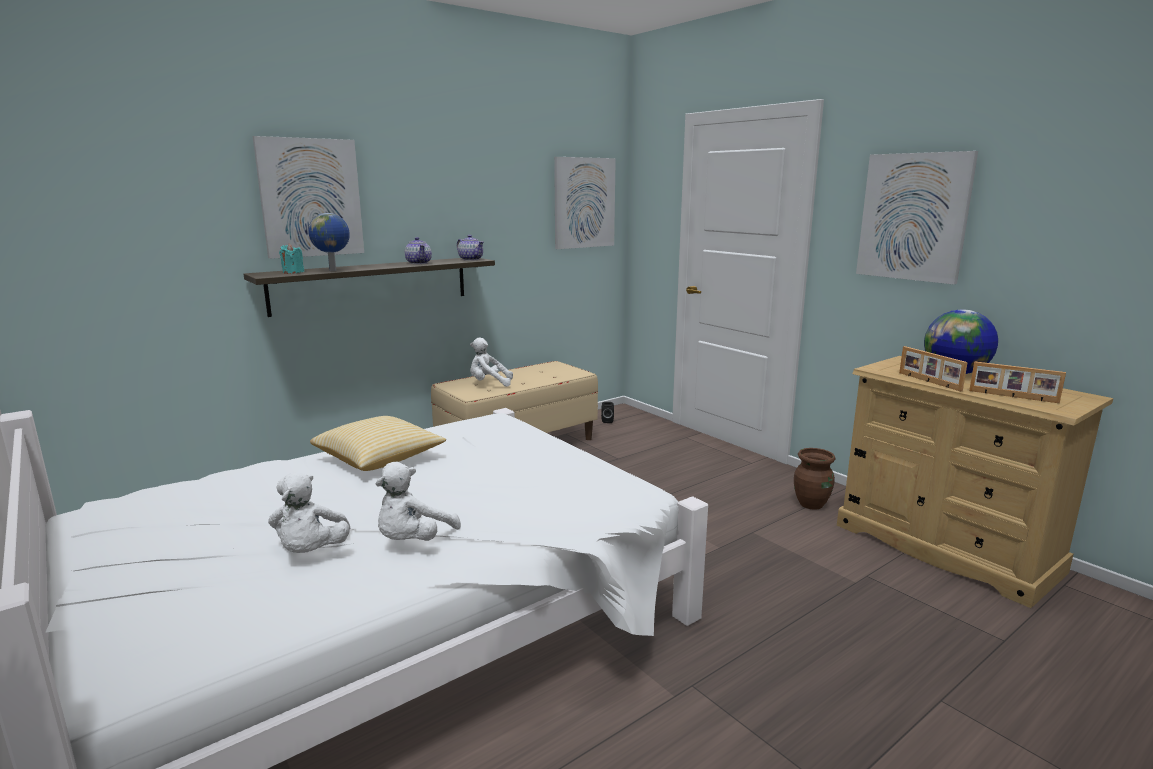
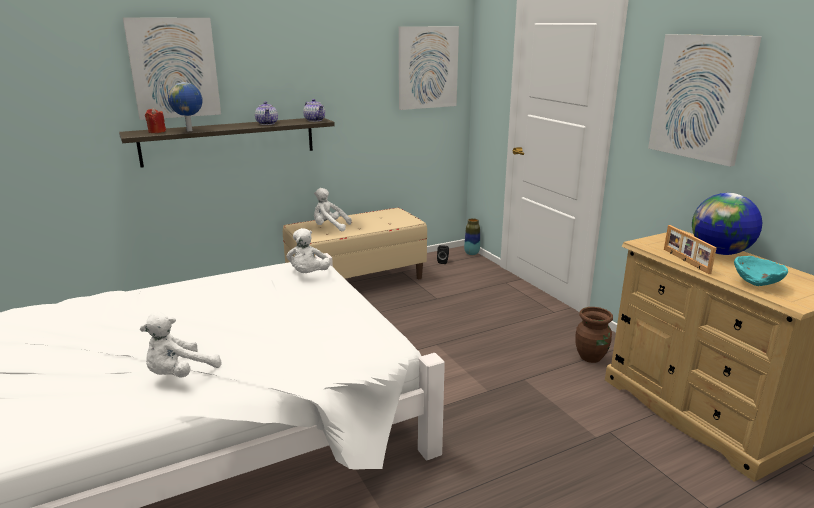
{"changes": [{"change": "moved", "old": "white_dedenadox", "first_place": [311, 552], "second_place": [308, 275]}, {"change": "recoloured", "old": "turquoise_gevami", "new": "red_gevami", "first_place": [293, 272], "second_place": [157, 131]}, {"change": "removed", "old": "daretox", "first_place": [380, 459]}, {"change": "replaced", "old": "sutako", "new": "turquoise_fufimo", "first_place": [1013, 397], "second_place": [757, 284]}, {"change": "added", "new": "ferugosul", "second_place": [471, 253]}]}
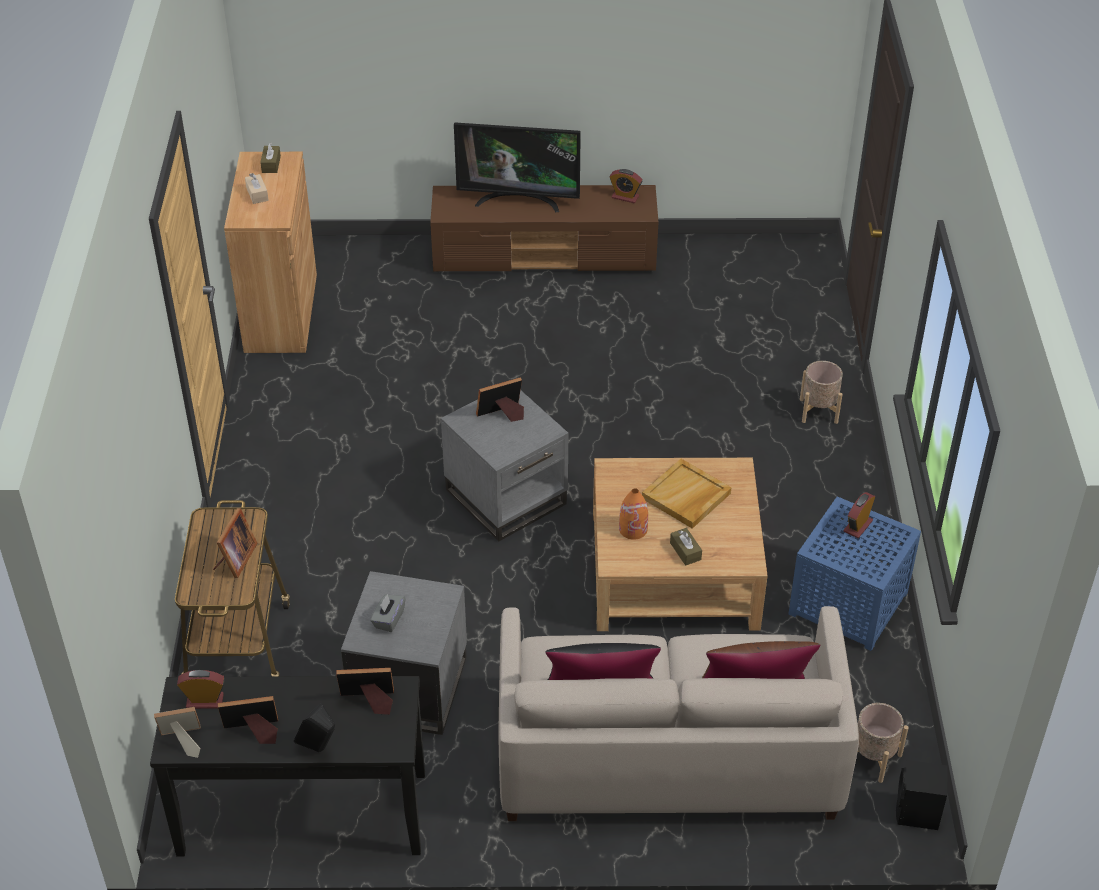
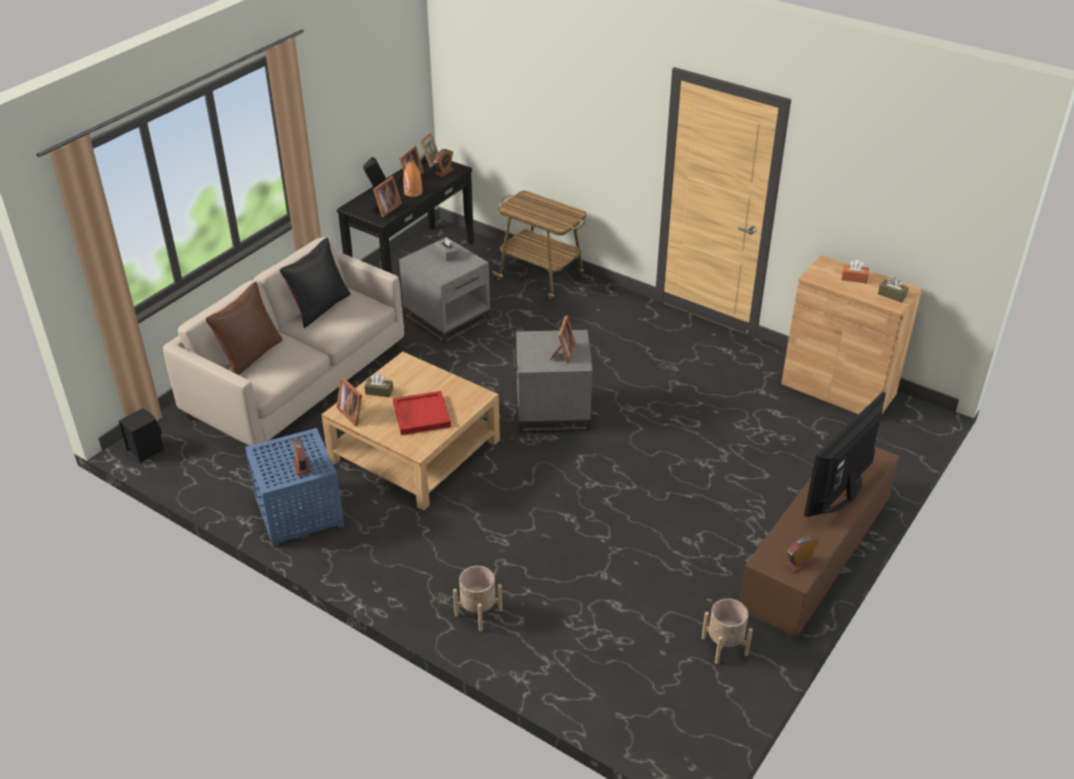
{"changes": [{"change": "moved", "old": "sutako", "first_place": [235, 560], "second_place": [352, 413]}, {"change": "recoloured", "old": "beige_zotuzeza", "new": "orange_zotuzeza", "first_place": [257, 194], "second_place": [854, 278]}, {"change": "moved", "old": "orange_ferugosul", "first_place": [633, 529], "second_place": [413, 192]}, {"change": "recoloured", "old": "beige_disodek", "new": "red_disodek", "first_place": [686, 496], "second_place": [421, 415]}, {"change": "moved", "old": "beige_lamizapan", "first_place": [872, 758], "second_place": [725, 646]}]}
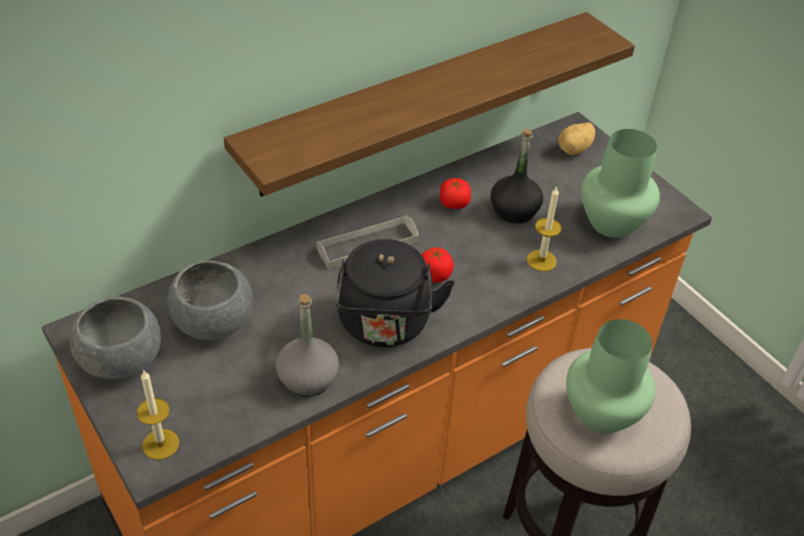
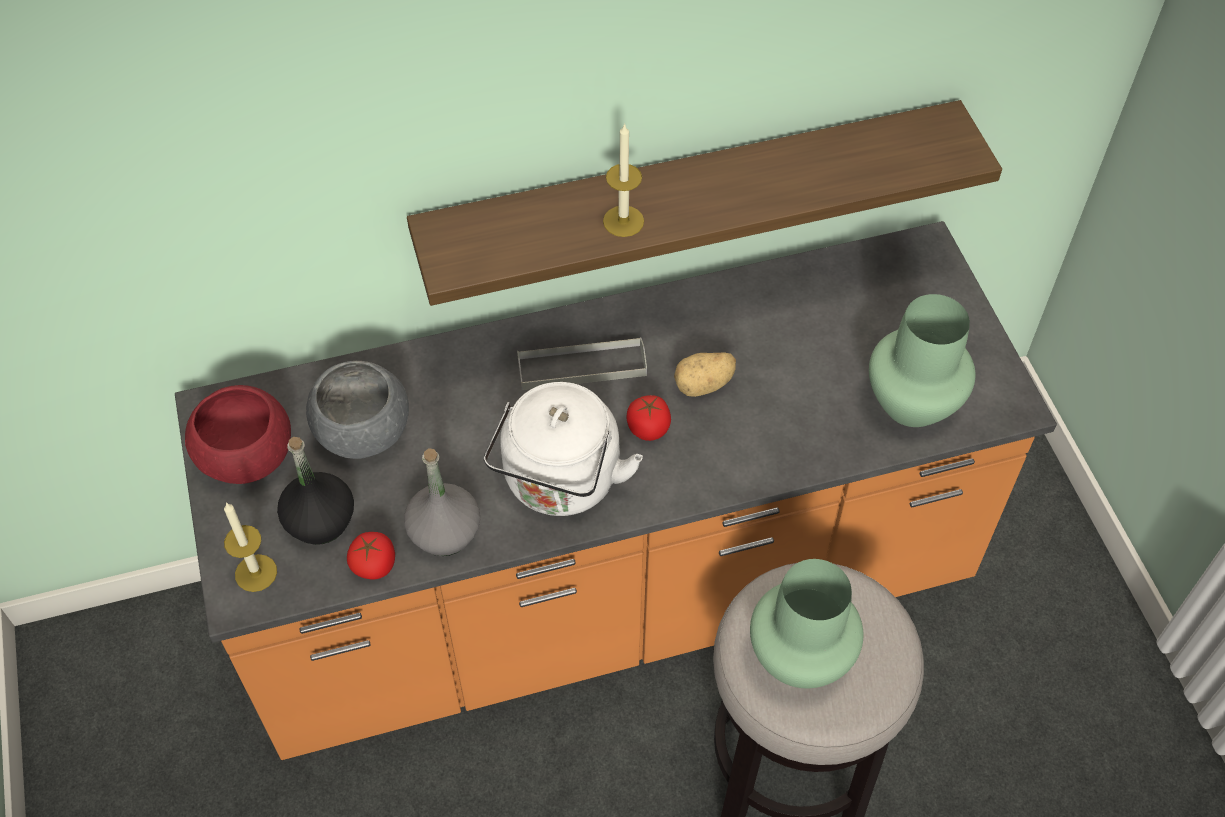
{"changes": [{"change": "recoloured", "old": "grey_fufimo", "new": "red_fufimo", "first_place": [121, 360], "second_place": [246, 457]}, {"change": "recoloured", "old": "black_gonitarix", "new": "white_gonitarix", "first_place": [385, 325], "second_place": [560, 484]}, {"change": "moved", "old": "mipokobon", "first_place": [454, 204], "second_place": [374, 565]}, {"change": "moved", "old": "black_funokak", "first_place": [514, 210], "second_place": [320, 520]}, {"change": "moved", "old": "gevami", "first_place": [541, 260], "second_place": [623, 221]}, {"change": "moved", "old": "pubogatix", "first_place": [575, 149], "second_place": [704, 385]}]}
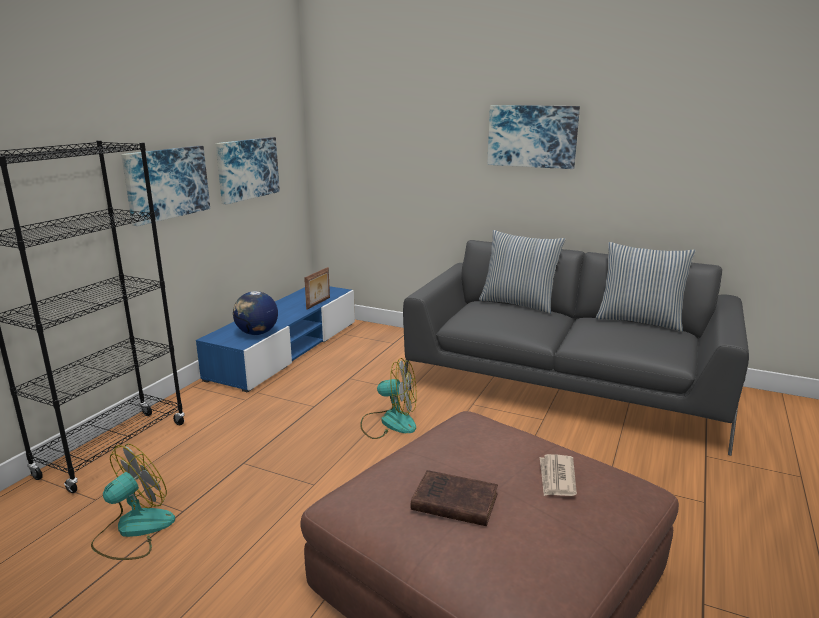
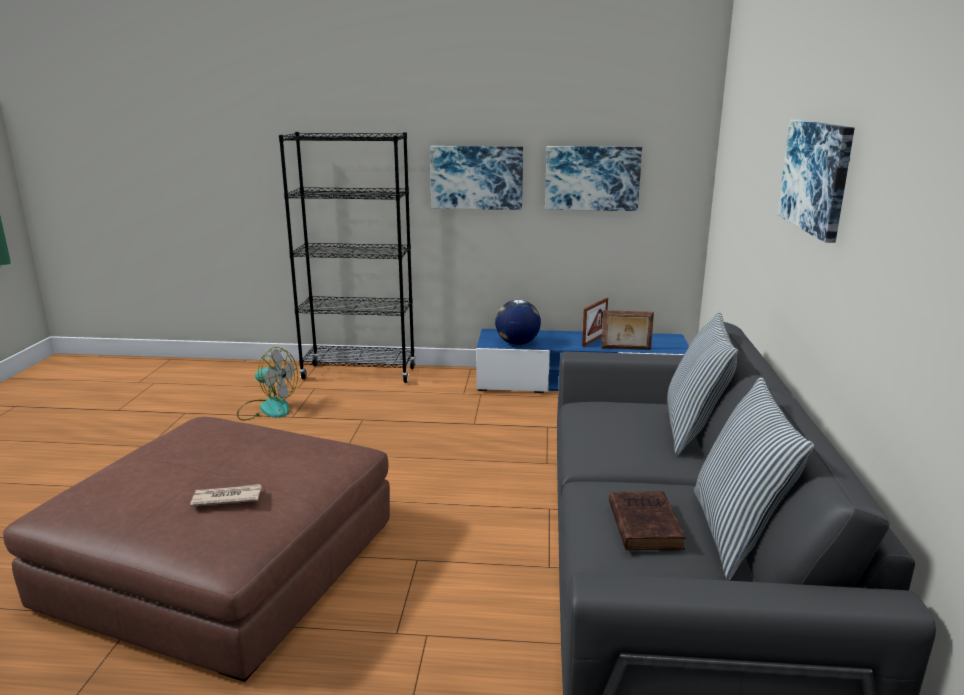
{"changes": [{"change": "removed", "old": "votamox", "first_place": [389, 422]}, {"change": "moved", "old": "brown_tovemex", "first_place": [452, 502], "second_place": [644, 524]}, {"change": "added", "new": "sutako", "second_place": [594, 340]}]}
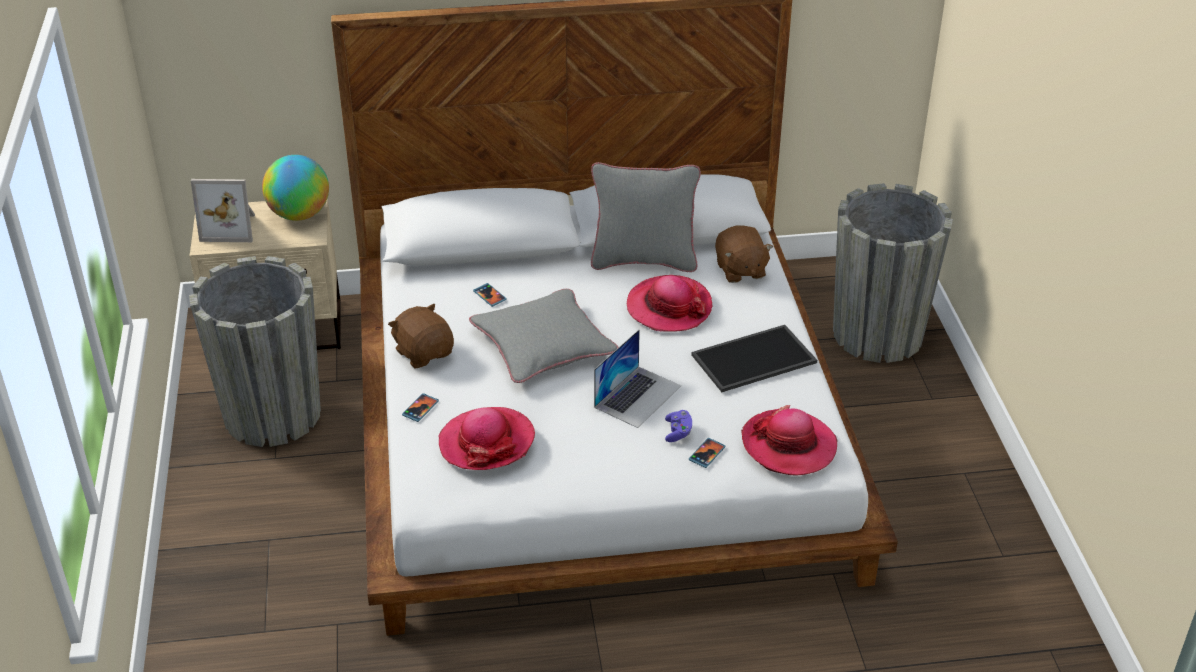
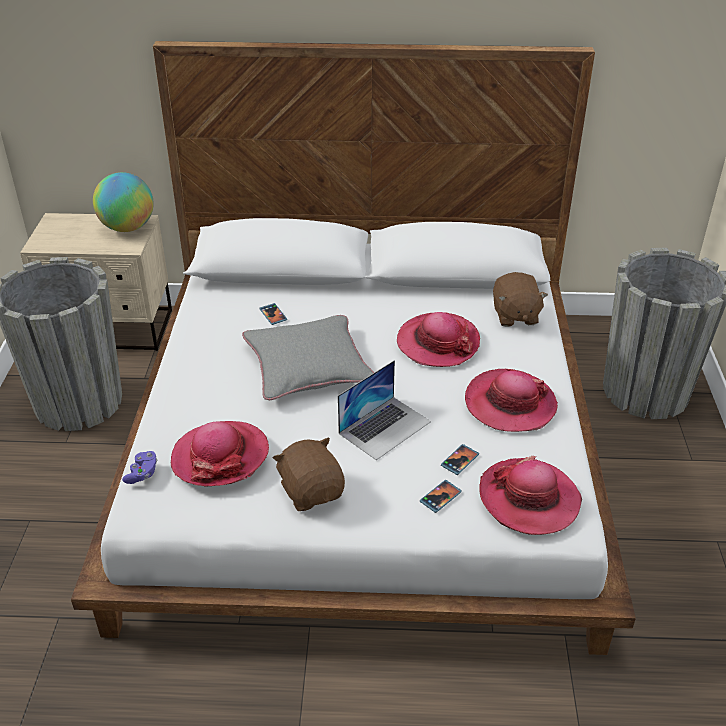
{"changes": [{"change": "removed", "old": "sutako", "first_place": [231, 227]}, {"change": "moved", "old": "brown_dedenadox", "first_place": [424, 353], "second_place": [312, 491]}, {"change": "moved", "old": "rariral", "first_place": [420, 409], "second_place": [460, 460]}, {"change": "removed", "old": "grey_daretox", "first_place": [643, 260]}, {"change": "moved", "old": "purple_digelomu", "first_place": [678, 432], "second_place": [142, 474]}, {"change": "replaced", "old": "disodek", "new": "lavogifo", "first_place": [753, 360], "second_place": [510, 404]}]}
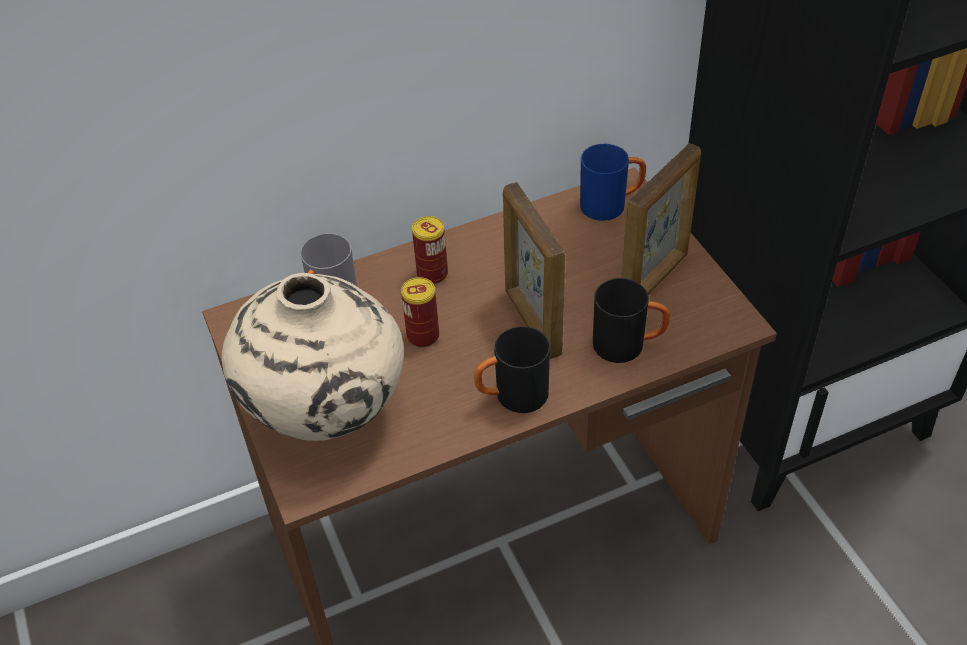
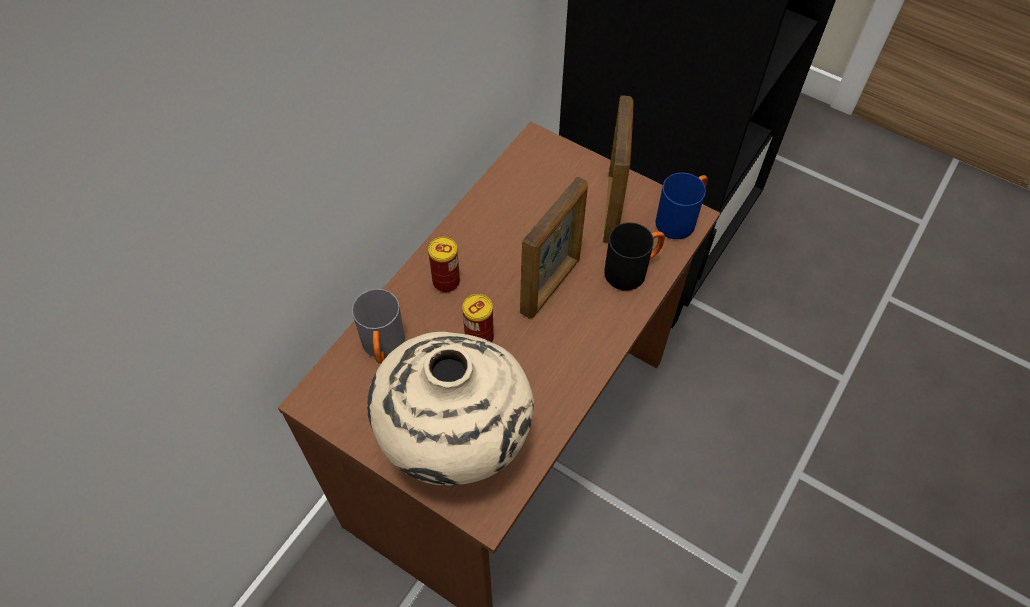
{"changes": [{"change": "removed", "old": "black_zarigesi", "first_place": [512, 397]}, {"change": "turned", "old": "sutako", "first_place": [532, 322], "second_place": [551, 285], "degrees": -90}, {"change": "moved", "old": "blue_zarigesi", "first_place": [611, 205], "second_place": [680, 219]}]}
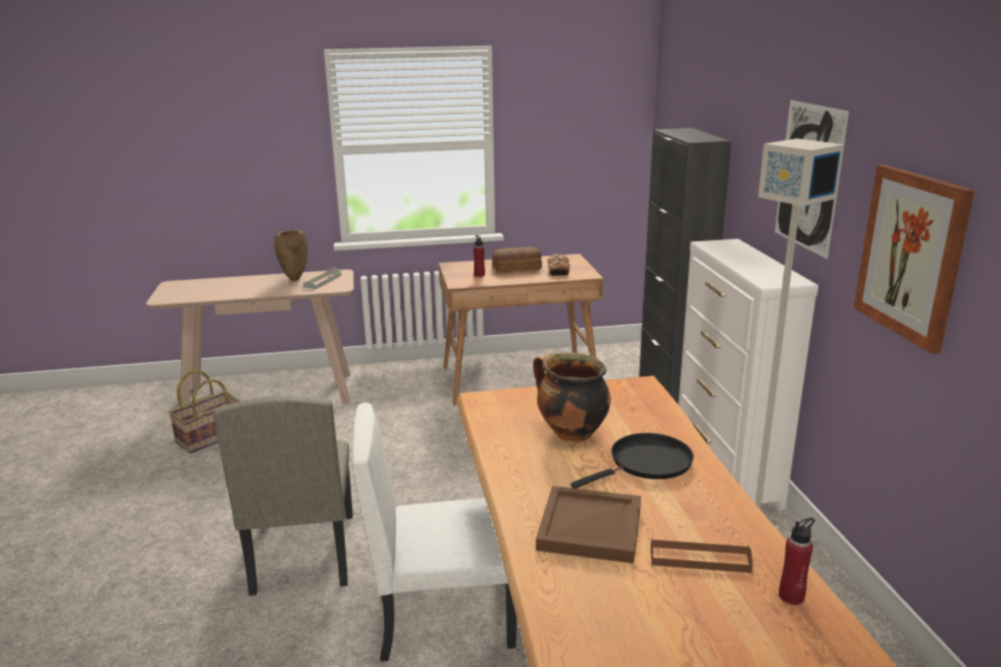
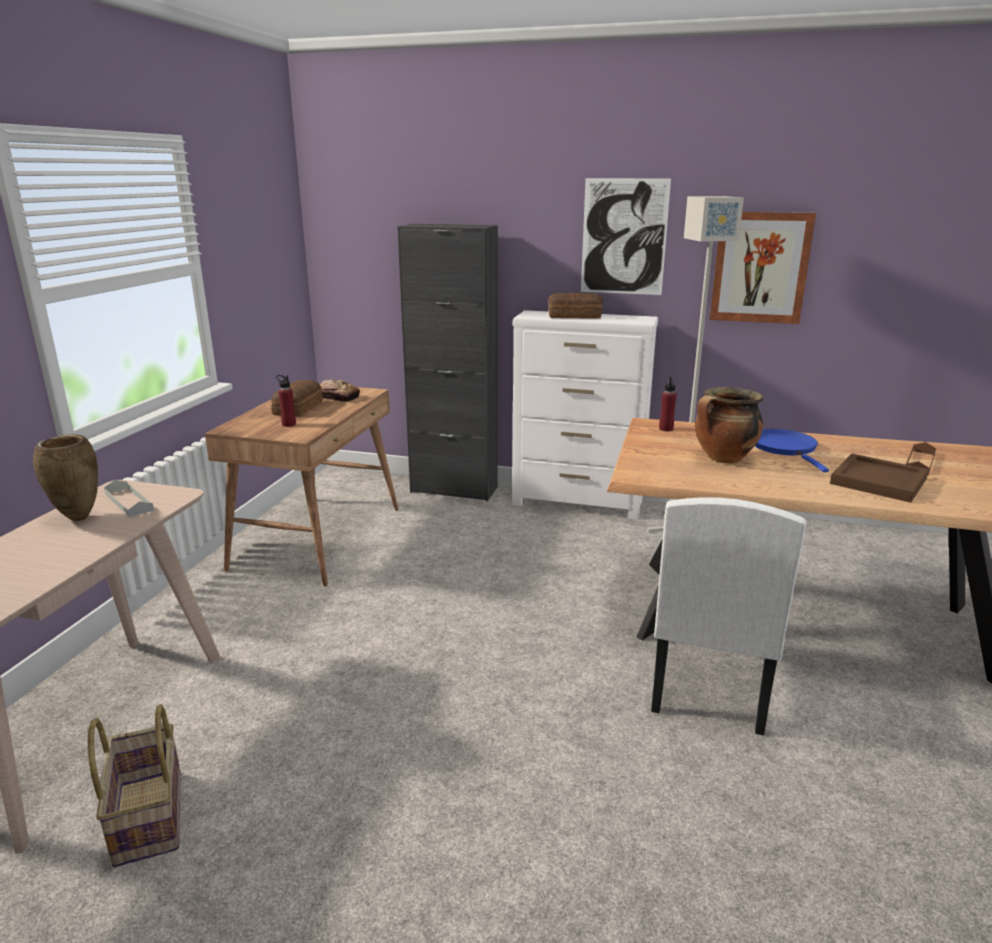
{"changes": [{"change": "removed", "old": "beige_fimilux", "first_place": [302, 553]}, {"change": "recoloured", "old": "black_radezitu", "new": "blue_radezitu", "first_place": [646, 463], "second_place": [785, 448]}, {"change": "moved", "old": "red_funokak", "first_place": [791, 596], "second_place": [666, 429]}, {"change": "added", "new": "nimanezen", "second_place": [575, 316]}]}
